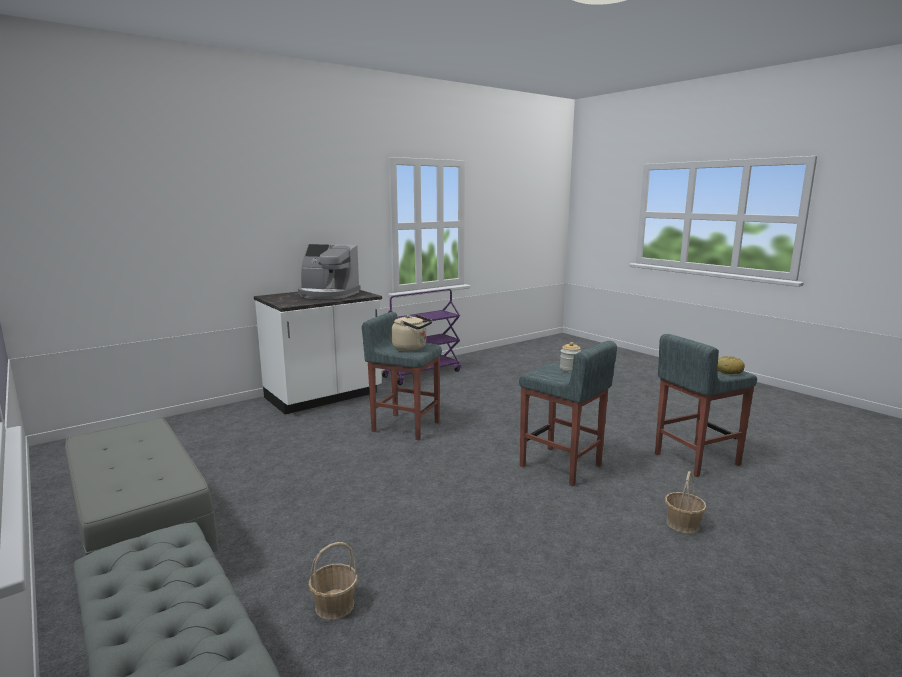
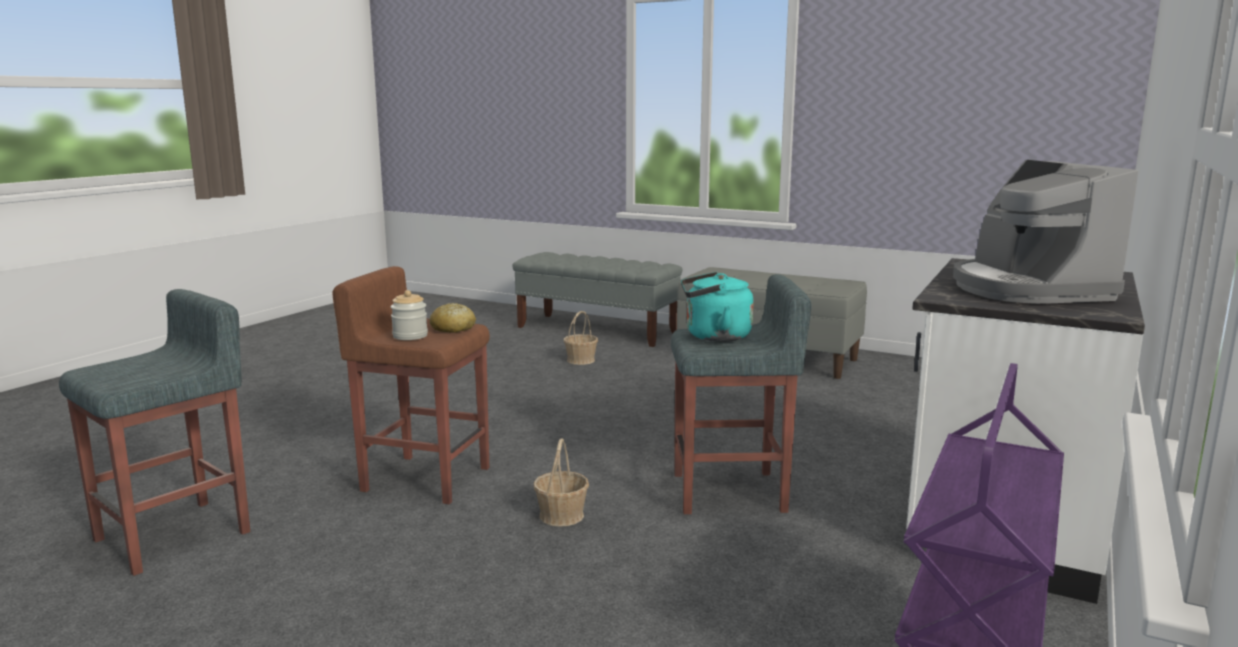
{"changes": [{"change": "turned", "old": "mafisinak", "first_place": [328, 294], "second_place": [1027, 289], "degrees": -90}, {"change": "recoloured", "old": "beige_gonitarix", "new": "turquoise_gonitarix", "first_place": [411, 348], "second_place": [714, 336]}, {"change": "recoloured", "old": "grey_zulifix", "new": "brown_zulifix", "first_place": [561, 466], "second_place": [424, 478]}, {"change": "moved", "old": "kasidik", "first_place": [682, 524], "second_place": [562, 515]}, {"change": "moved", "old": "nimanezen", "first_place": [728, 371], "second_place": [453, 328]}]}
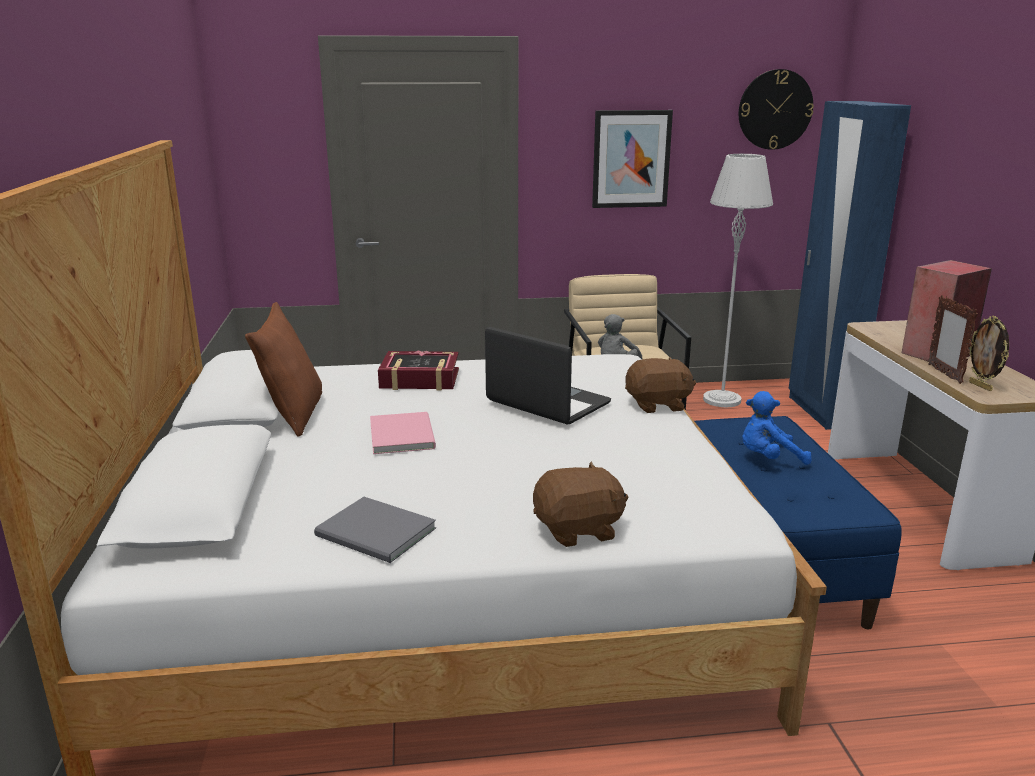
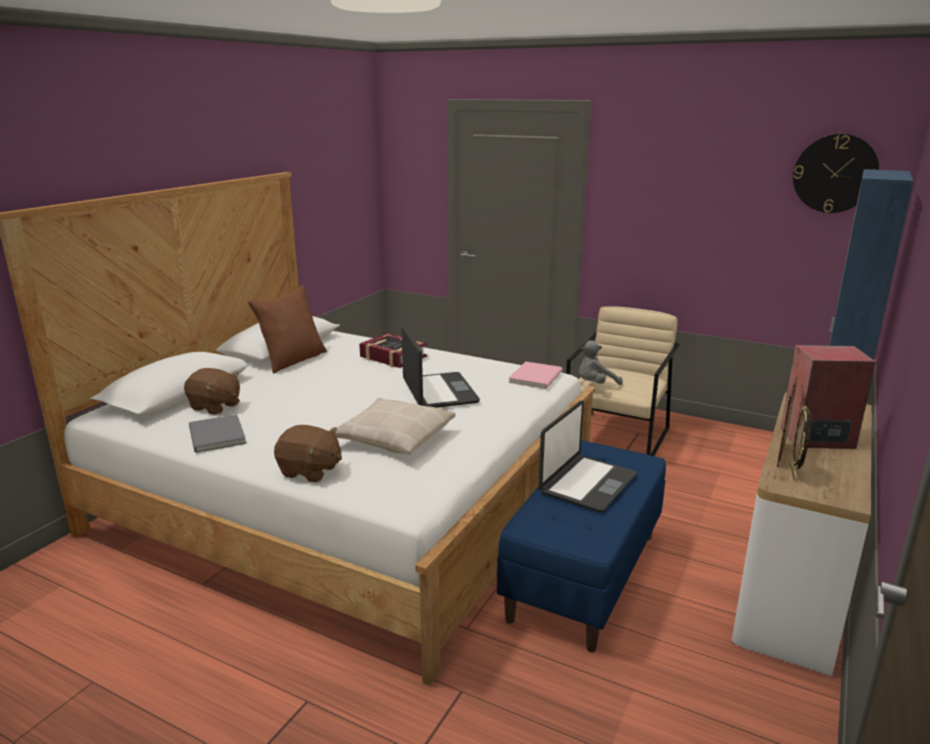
{"changes": [{"change": "moved", "old": "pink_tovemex", "first_place": [404, 434], "second_place": [537, 376]}, {"change": "removed", "old": "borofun", "first_place": [631, 159]}, {"change": "moved", "old": "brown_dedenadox", "first_place": [657, 405], "second_place": [215, 406]}, {"change": "removed", "old": "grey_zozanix", "first_place": [722, 400]}, {"change": "replaced", "old": "blue_dedenadox", "new": "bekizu", "first_place": [768, 458], "second_place": [586, 484]}, {"change": "added", "new": "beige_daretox", "second_place": [393, 437]}]}
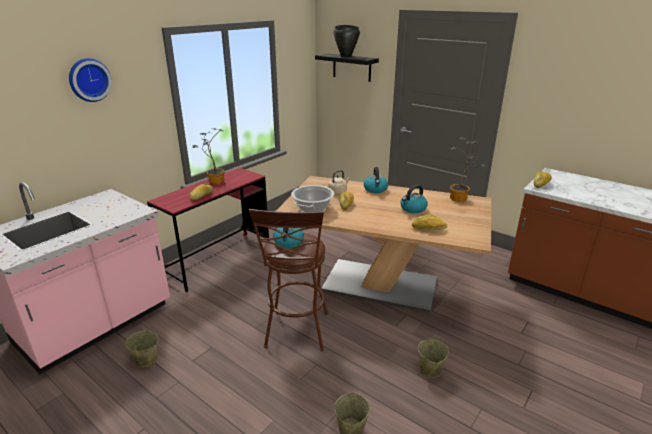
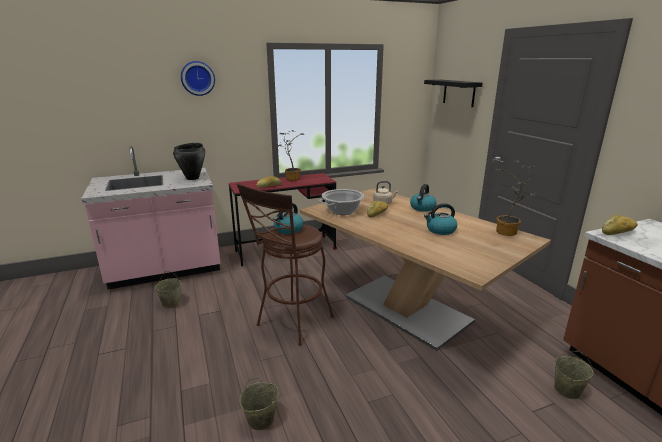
{"changes": [{"change": "moved", "old": "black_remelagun", "first_place": [346, 56], "second_place": [193, 178]}, {"change": "removed", "old": "nimanezen", "first_place": [428, 228]}, {"change": "moved", "old": "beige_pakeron", "first_place": [430, 370], "second_place": [567, 390]}]}
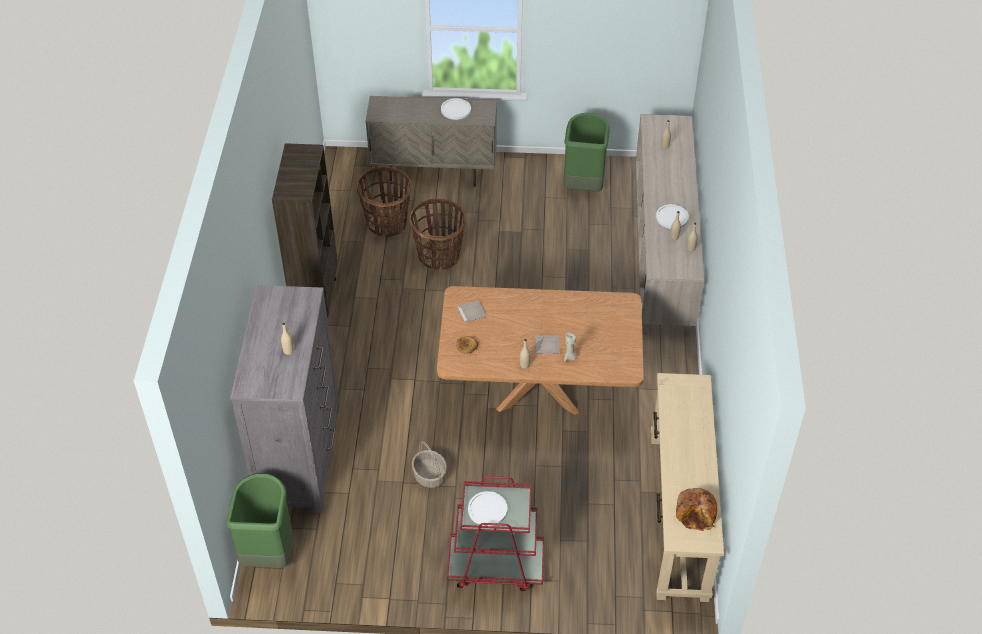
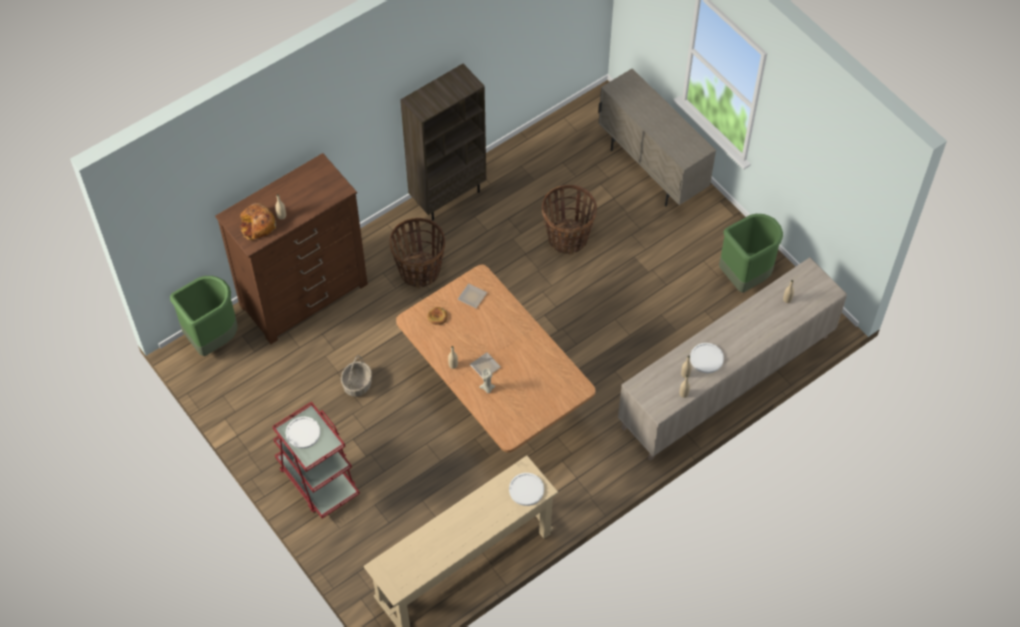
{"changes": [{"change": "recoloured", "old": "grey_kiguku", "new": "brown_kiguku", "first_place": [300, 456], "second_place": [304, 295]}, {"change": "moved", "old": "kasidik", "first_place": [387, 223], "second_place": [419, 271]}, {"change": "moved", "old": "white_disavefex", "first_place": [456, 109], "second_place": [526, 489]}, {"change": "moved", "old": "nimanezen", "first_place": [696, 513], "second_place": [257, 225]}]}
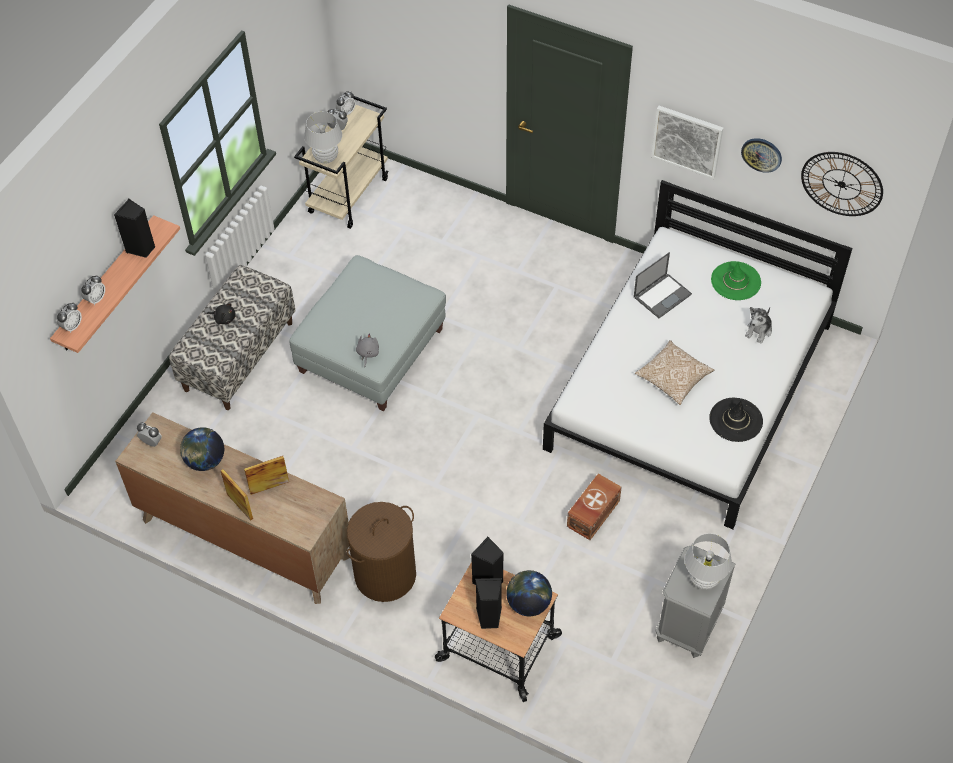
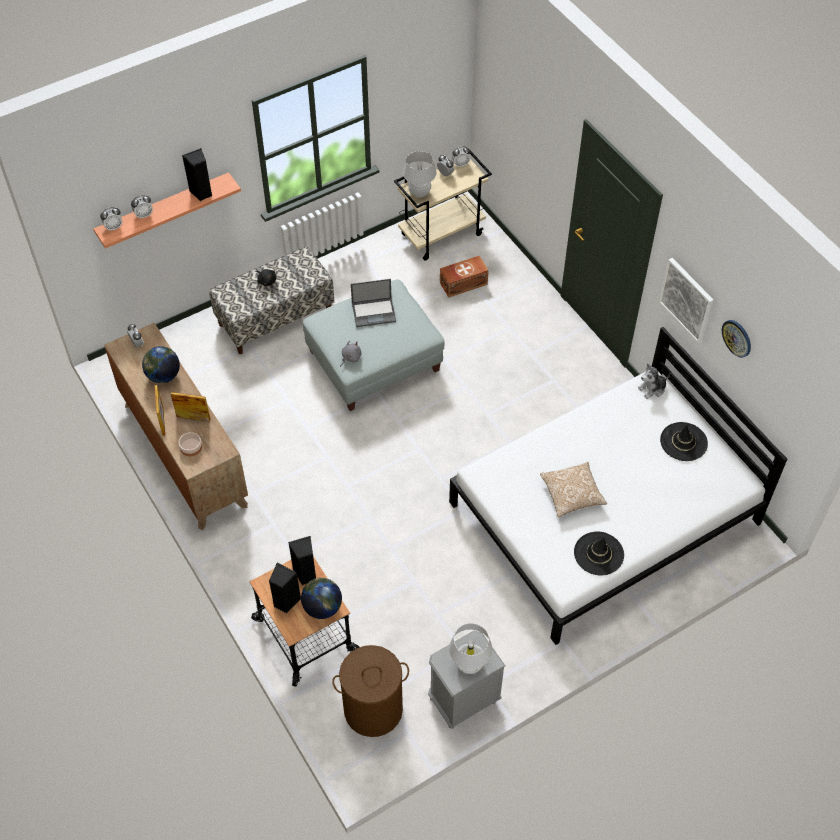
{"changes": [{"change": "moved", "old": "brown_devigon", "first_place": [385, 575], "second_place": [373, 710]}, {"change": "moved", "old": "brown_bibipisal", "first_place": [592, 514], "second_place": [462, 283]}, {"change": "moved", "old": "bekizu", "first_place": [662, 295], "second_place": [374, 312]}, {"change": "recoloured", "old": "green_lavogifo", "new": "black_lavogifo", "first_place": [735, 281], "second_place": [683, 442]}, {"change": "moved", "old": "dedenadox", "first_place": [759, 330], "second_place": [652, 389]}, {"change": "removed", "old": "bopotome", "first_place": [841, 184]}, {"change": "added", "new": "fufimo", "second_place": [190, 447]}]}
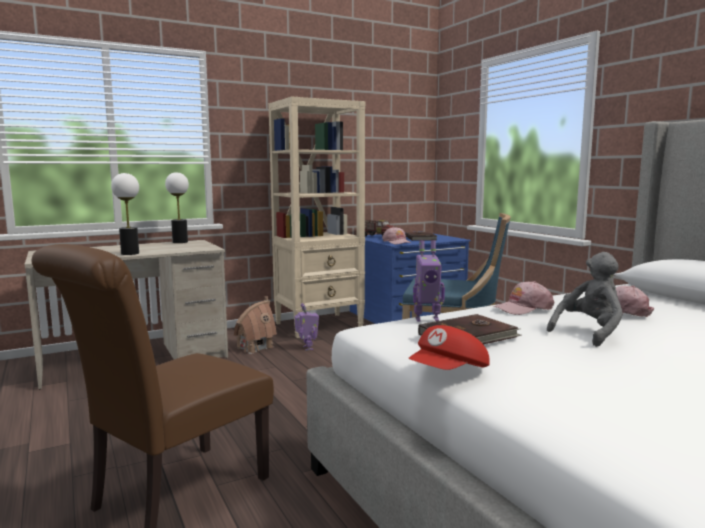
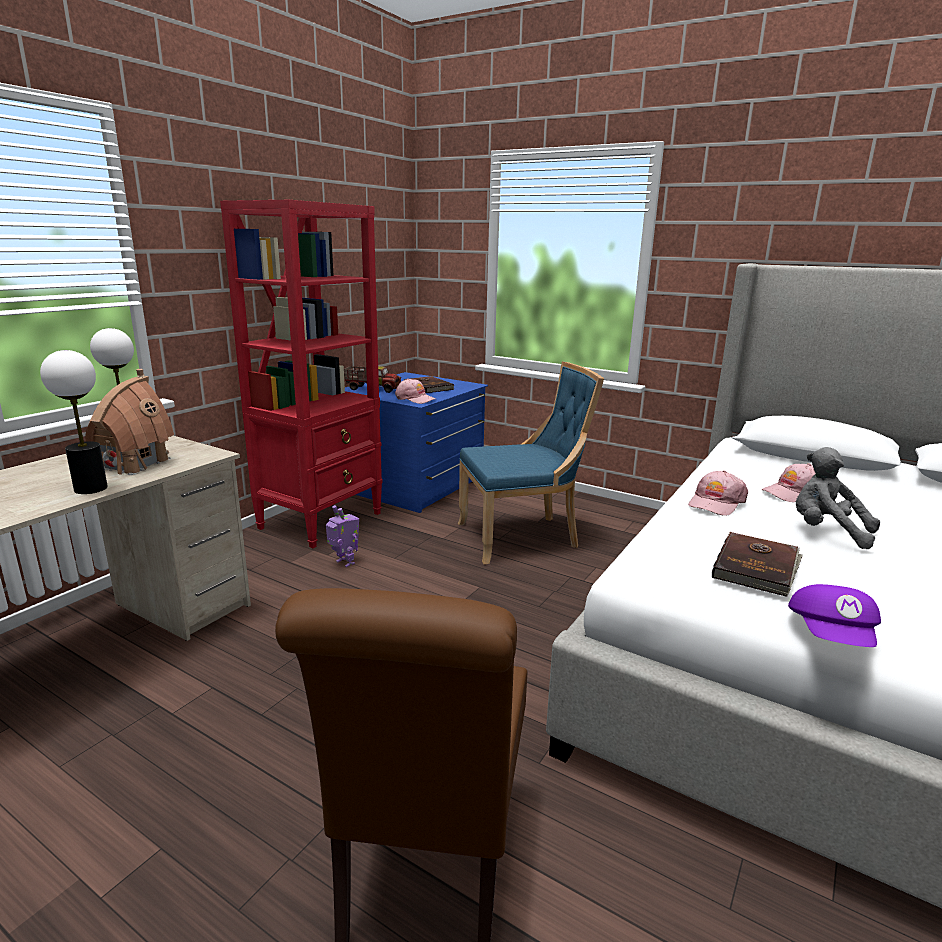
{"changes": [{"change": "moved", "old": "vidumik", "first_place": [255, 347], "second_place": [132, 463]}, {"change": "recoloured", "old": "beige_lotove", "new": "red_lotove", "first_place": [320, 325], "second_place": [322, 520]}, {"change": "recoloured", "old": "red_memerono", "new": "purple_memerono", "first_place": [449, 373], "second_place": [831, 637]}, {"change": "removed", "old": "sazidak", "first_place": [426, 319]}, {"change": "turned", "old": "grey_dedenadox", "first_place": [589, 333], "second_place": [826, 532], "degrees": -75}]}
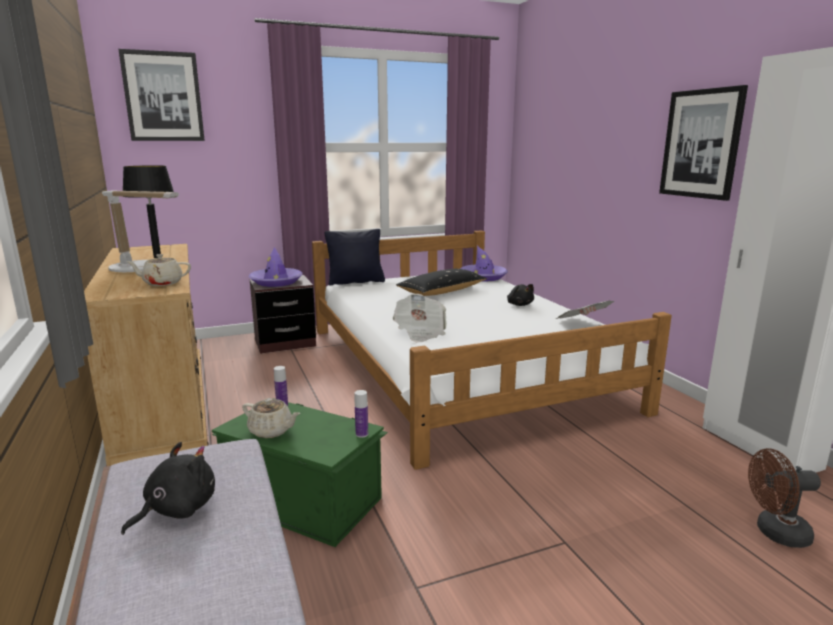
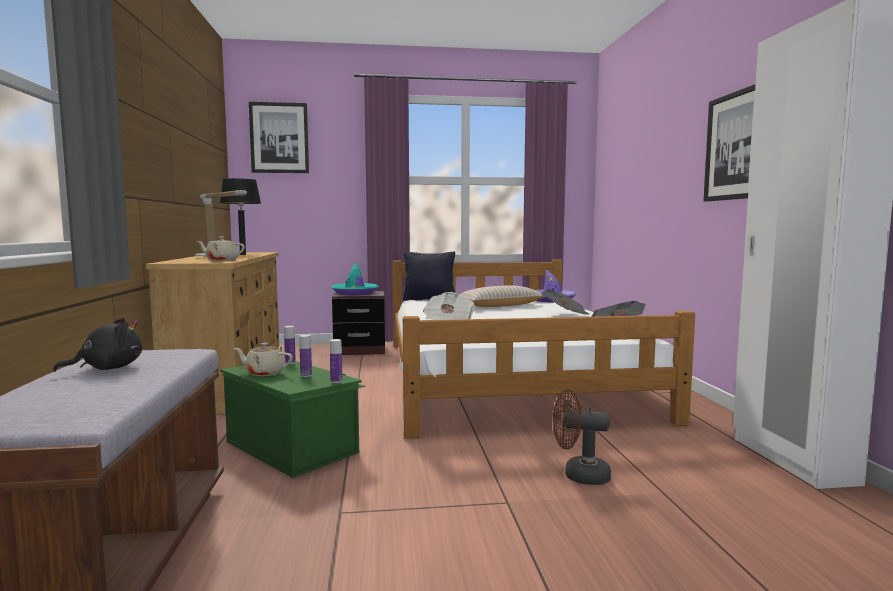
{"changes": [{"change": "turned", "old": "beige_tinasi", "first_place": [271, 431], "second_place": [264, 373], "degrees": 150}, {"change": "recoloured", "old": "purple_lavogifo", "new": "turquoise_lavogifo", "first_place": [276, 282], "second_place": [355, 293]}, {"change": "recoloured", "old": "black_daretox", "new": "beige_daretox", "first_place": [442, 291], "second_place": [500, 306]}, {"change": "replaced", "old": "black_dedenadox", "new": "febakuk", "first_place": [519, 304], "second_place": [566, 315]}, {"change": "moved", "old": "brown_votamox", "first_place": [775, 533], "second_place": [579, 475]}, {"change": "added", "new": "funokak", "second_place": [306, 375]}]}
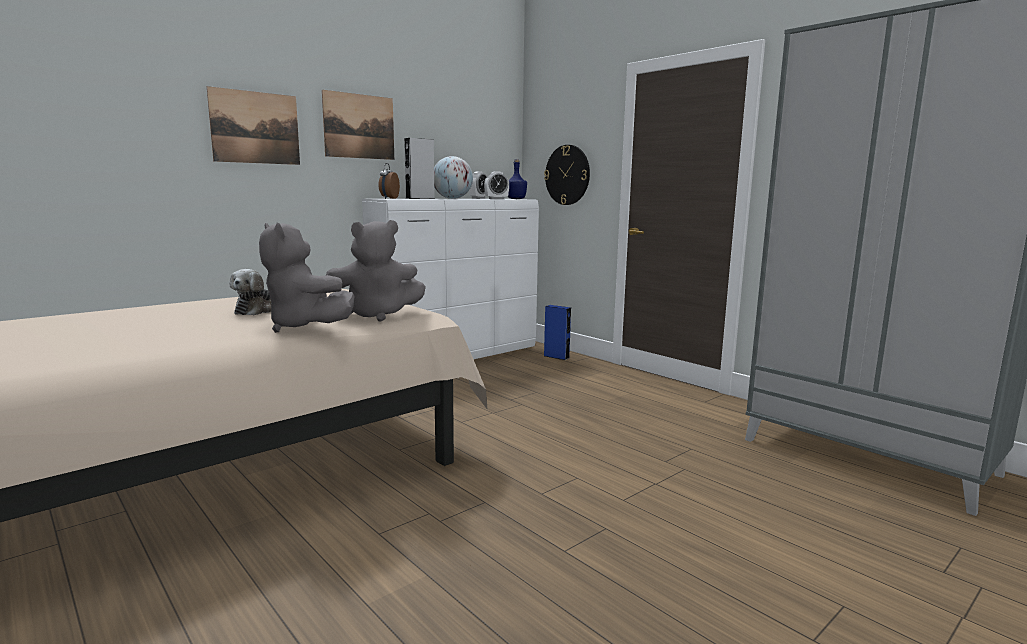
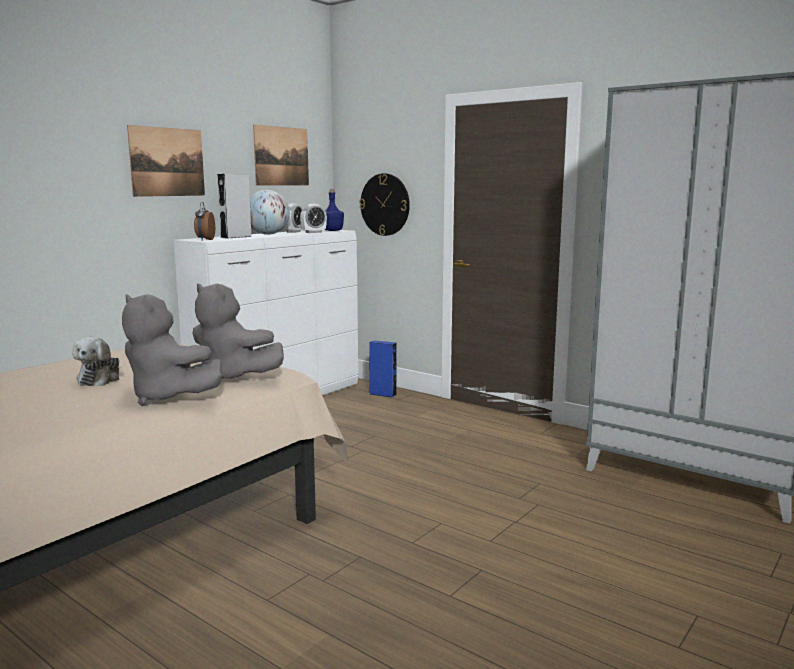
{"changes": [{"change": "moved", "old": "borofun", "first_place": [255, 127], "second_place": [281, 156]}, {"change": "turned", "old": "grey_dedenadox", "first_place": [376, 315], "second_place": [232, 377], "degrees": 60}]}
